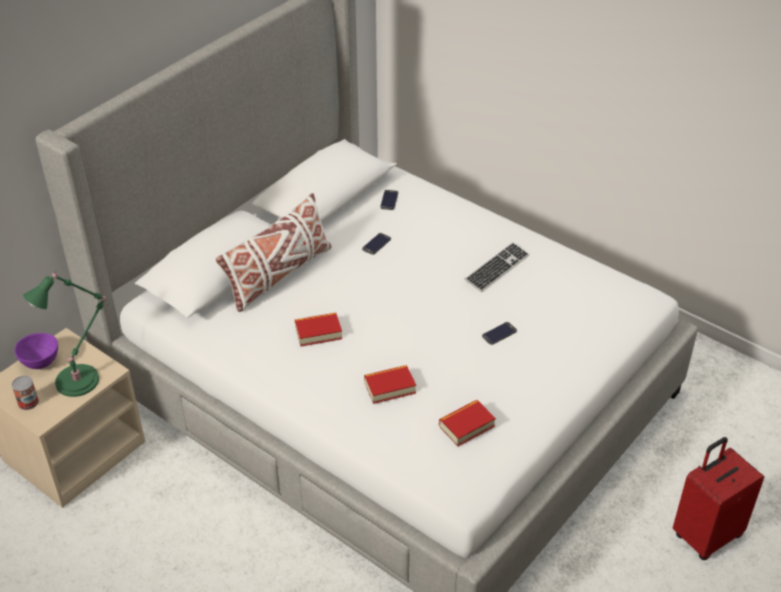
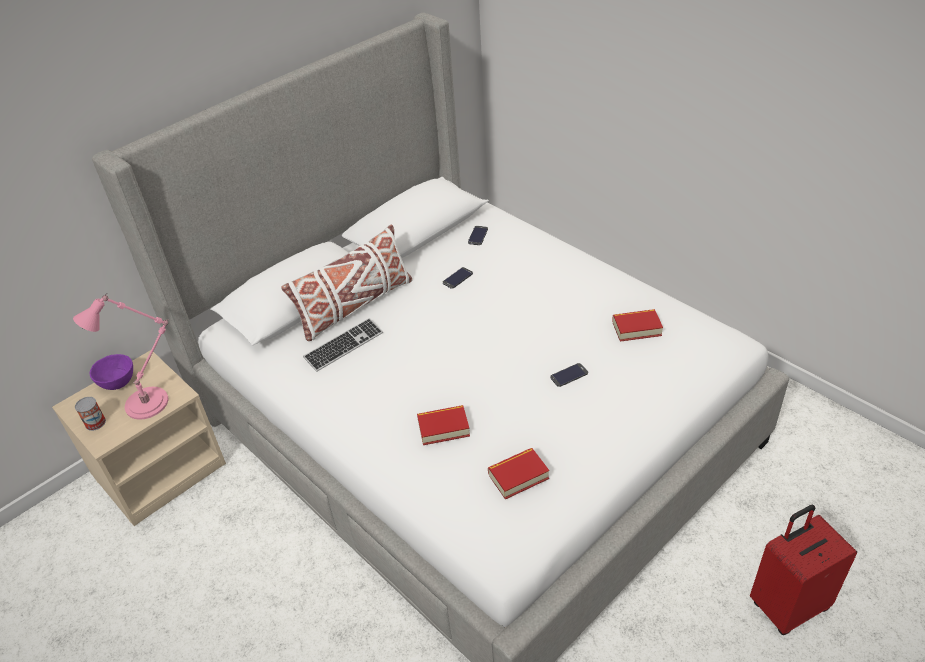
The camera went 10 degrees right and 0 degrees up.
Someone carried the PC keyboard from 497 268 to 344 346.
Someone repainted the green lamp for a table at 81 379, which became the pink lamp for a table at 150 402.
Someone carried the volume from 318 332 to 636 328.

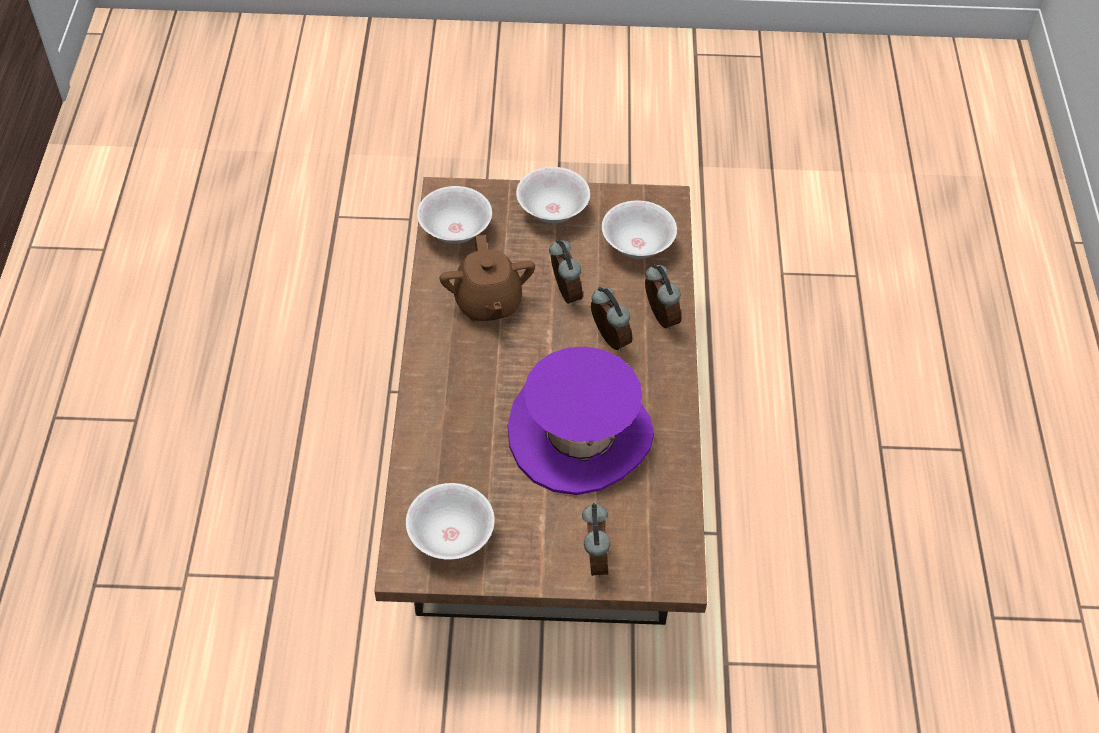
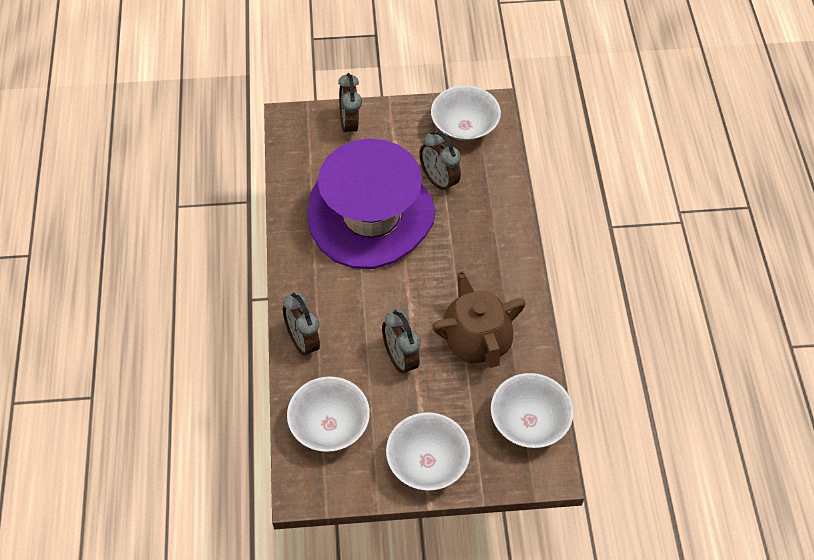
The camera went 175 degrees right and 5 degrees up.
Someone carried the alarm clock from 608 340 to 440 179.

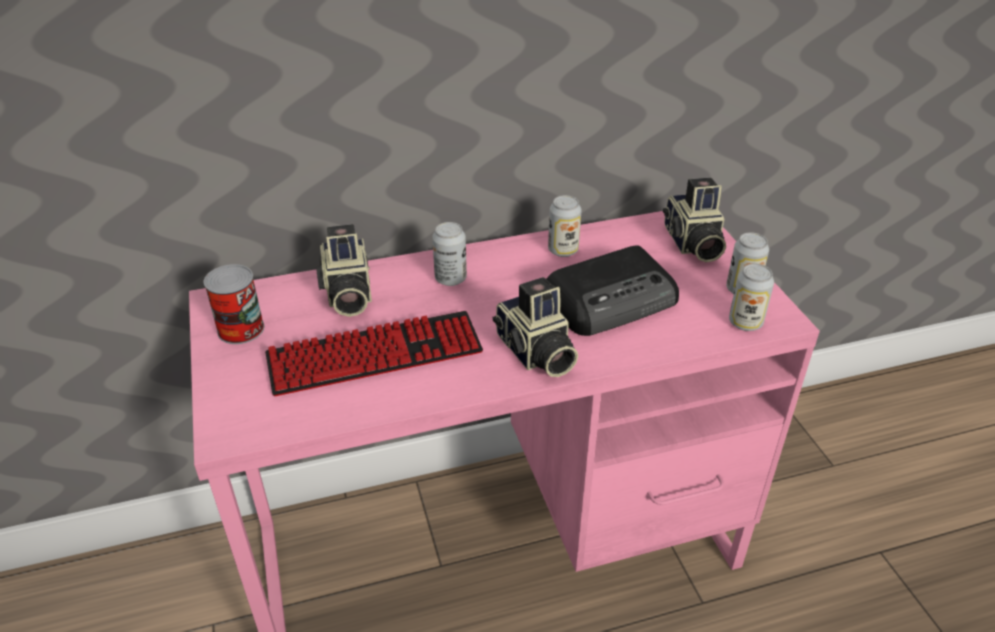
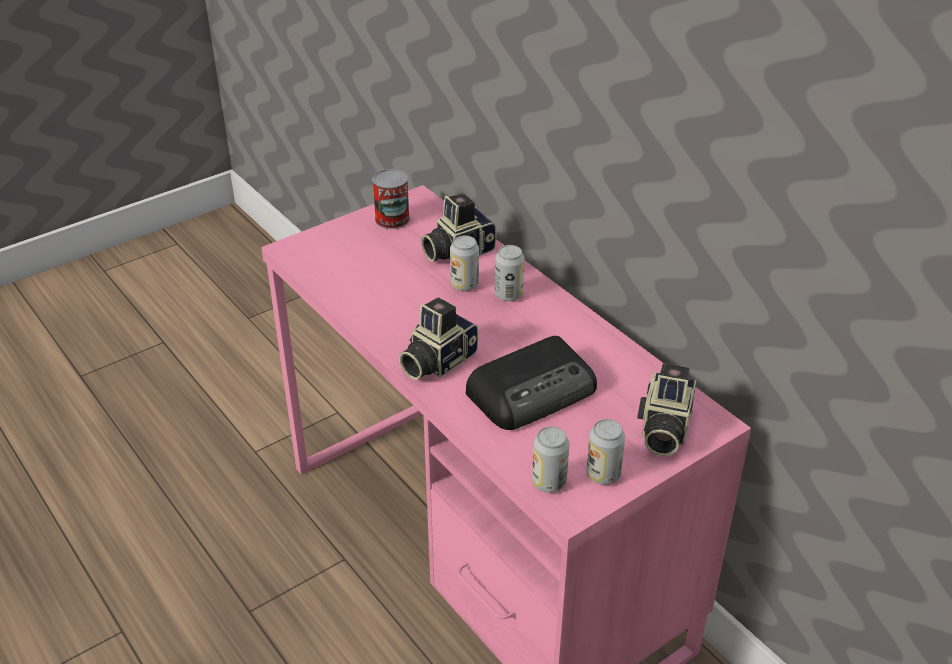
The camera went 70 degrees right and 0 degrees up.
Someone rotated the photo camera at 692 244 by 45 degrees counterclockwise.
Someone carried the sealed can from 563 250 to 464 285.
Someone rotated the radio set at 612 300 by 75 degrees counterclockwise.
Someone took away the PC keyboard at 375 355.

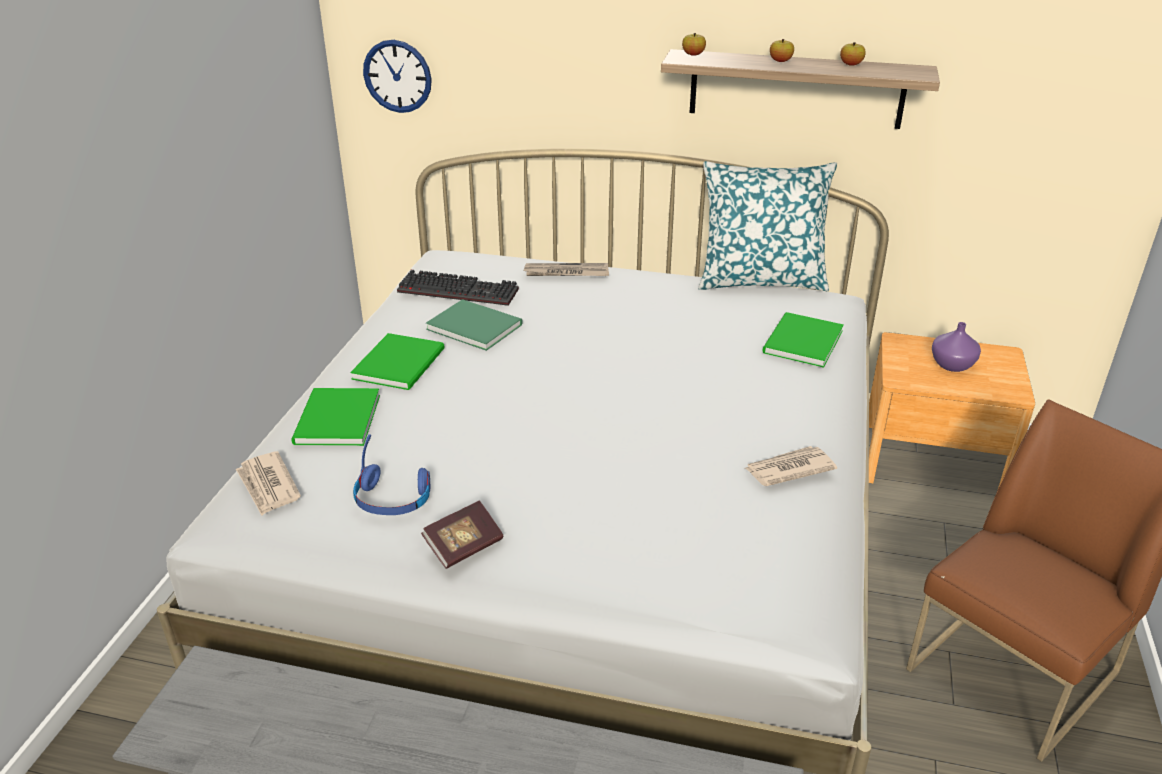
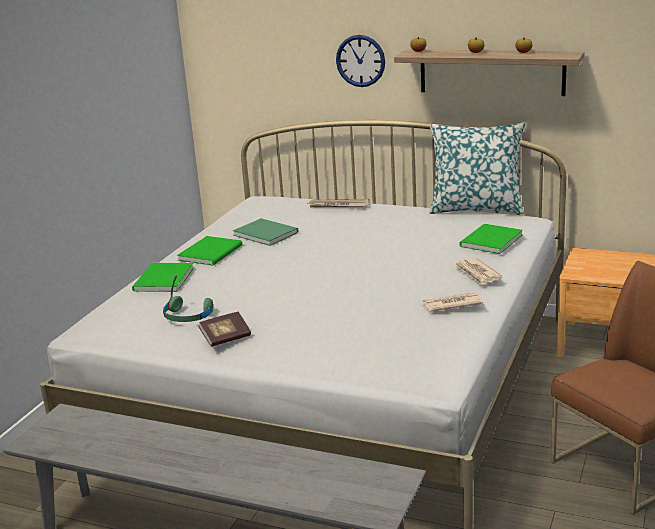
The camera went 10 degrees right and 10 degrees down.
Someone carried the wall clock from 397 76 to 360 61.
Someone took away the PC keyboard at 460 290.
Someone took away the purplish vase at 951 365.
Someone repainted the bluish headset at 393 499, which became the green headset at 188 316.
Someone carried the newspaper from 268 486 to 477 274.

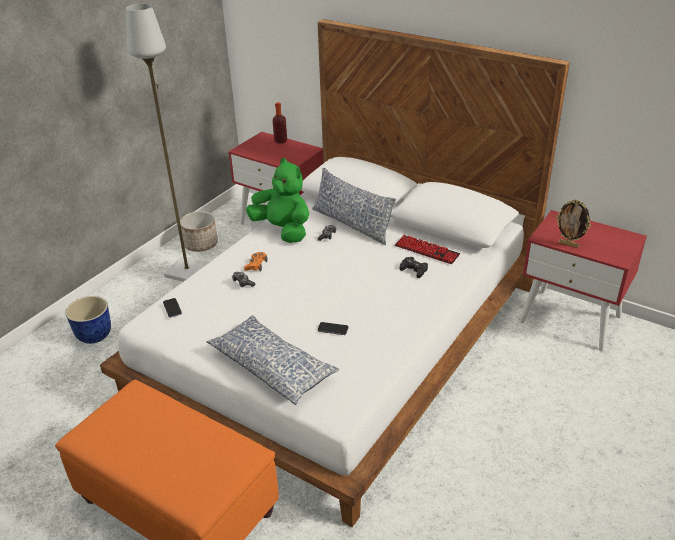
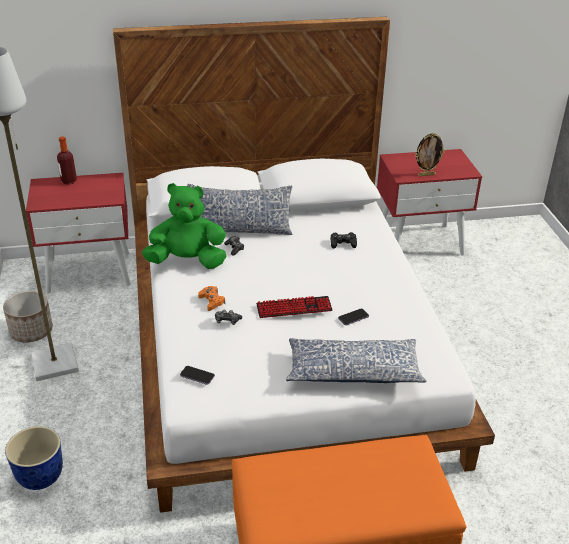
The camera went 45 degrees left and 0 degrees up.
Someone carried the PC keyboard from 426 250 to 294 308.

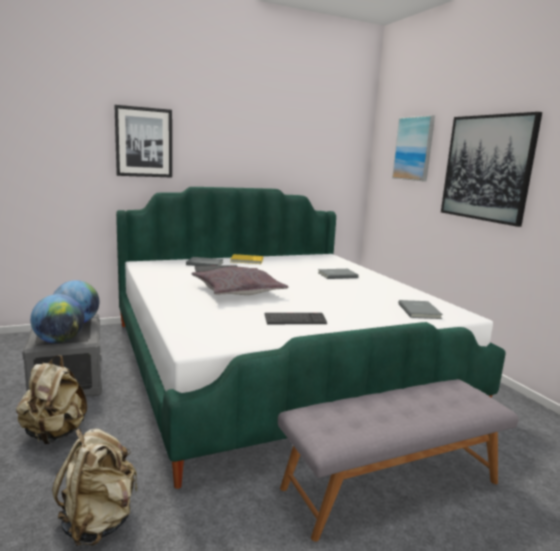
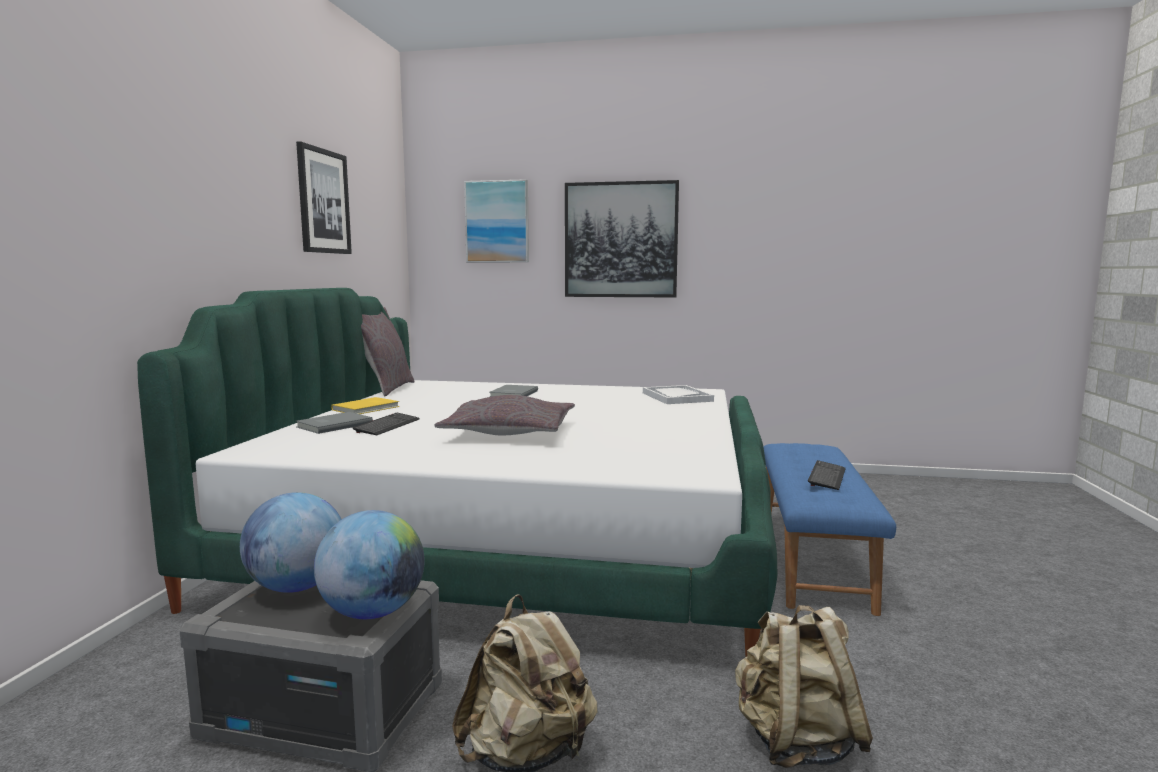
The camera went 55 degrees left and 5 degrees down.
Someone carried the picture from 144 142 to 323 201.
Someone swapped the gray volume at 420 311 for the white-coloured carrying tray at 676 397.
Someone carried the PC keyboard from 295 320 to 827 477.
Someone repainted the gray indoor bench at 391 484, which became the bluish indoor bench at 811 557.
Someone put down the gray cushion at 386 389.

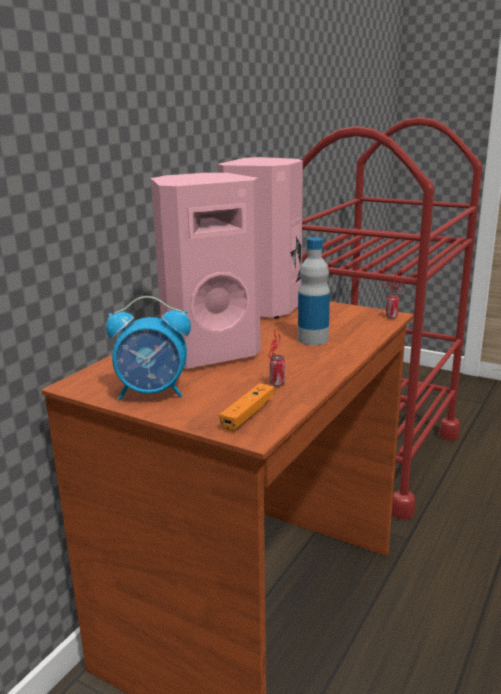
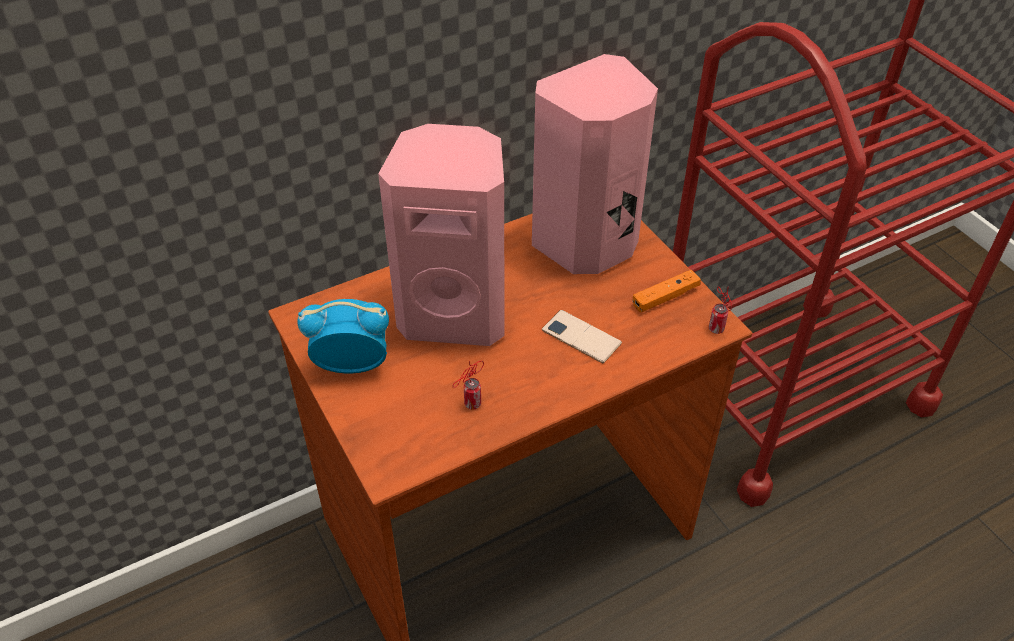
The camera went 30 degrees right and 25 degrees up.
Someone swapped the beverage bottle at 313 339 for the handset at 581 337.
Someone rotated the alarm clock at 153 393 by 150 degrees clockwise.
Someone carried the orangey joypad from 248 414 to 665 297.

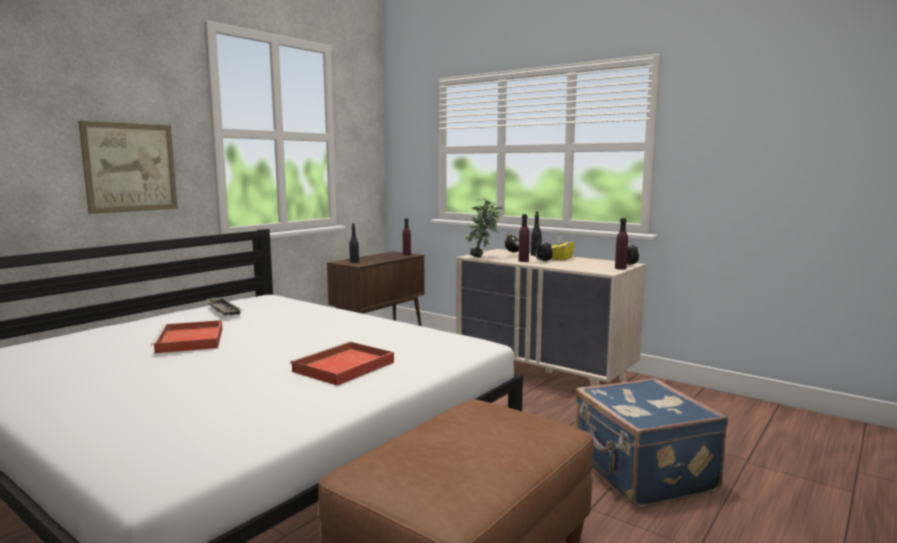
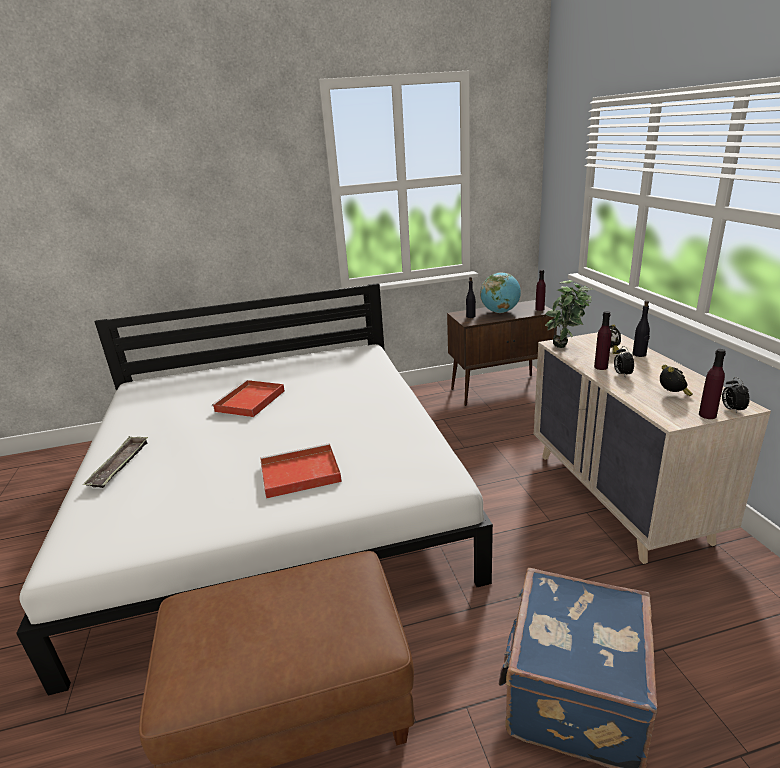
The camera went 40 degrees right and 15 degrees up.
Someone took away the picture at 130 167.
Someone took away the yellowish tissue holder at 560 258.
Someone carried the carrying tray from 224 310 to 120 465.
Someone put down the globe at 500 312.
Someone put down the alarm clock at 672 395.

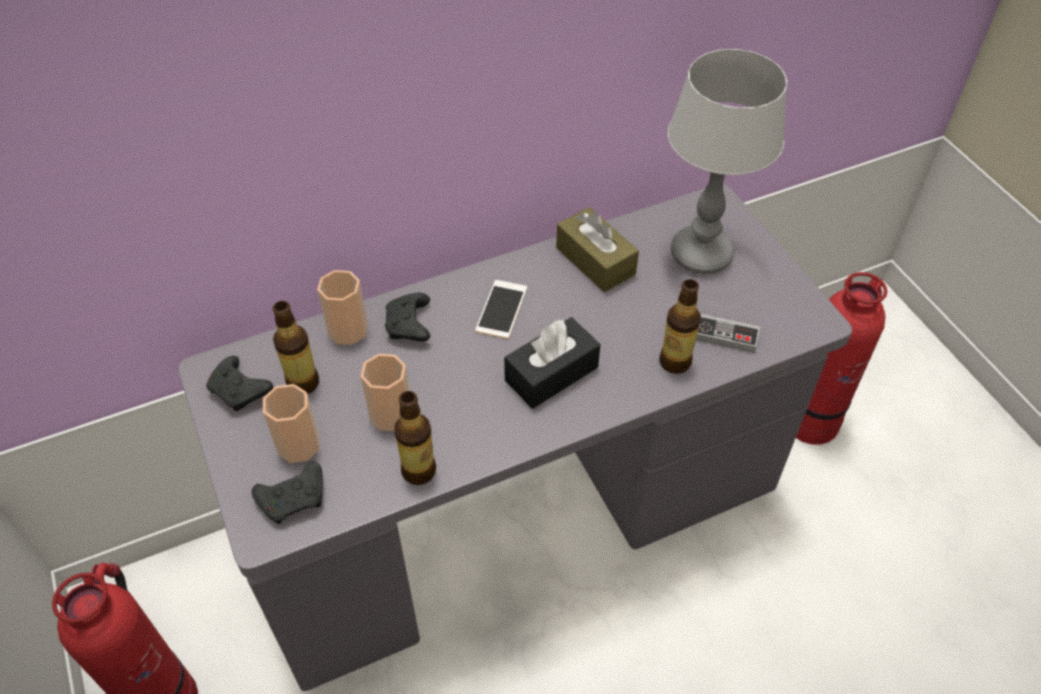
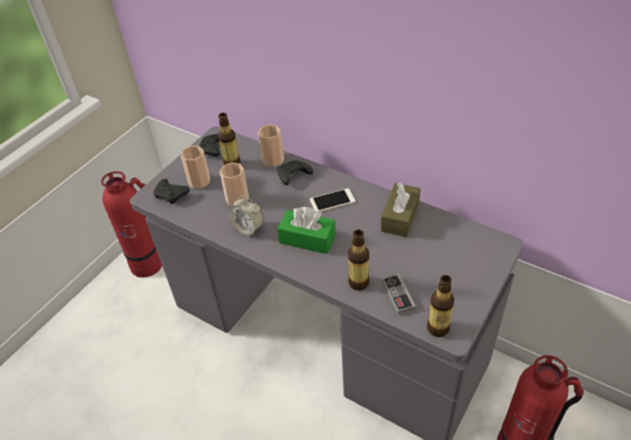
The camera went 60 degrees right and 5 degrees down.
Someone took away the lamp for a table at 701 255.
Someone repainted the black tissue holder at 551 373, which became the green tissue holder at 307 239.
Someone carried the beverage bottle from 419 471 to 438 328.
Someone put down the alarm clock at 248 229.

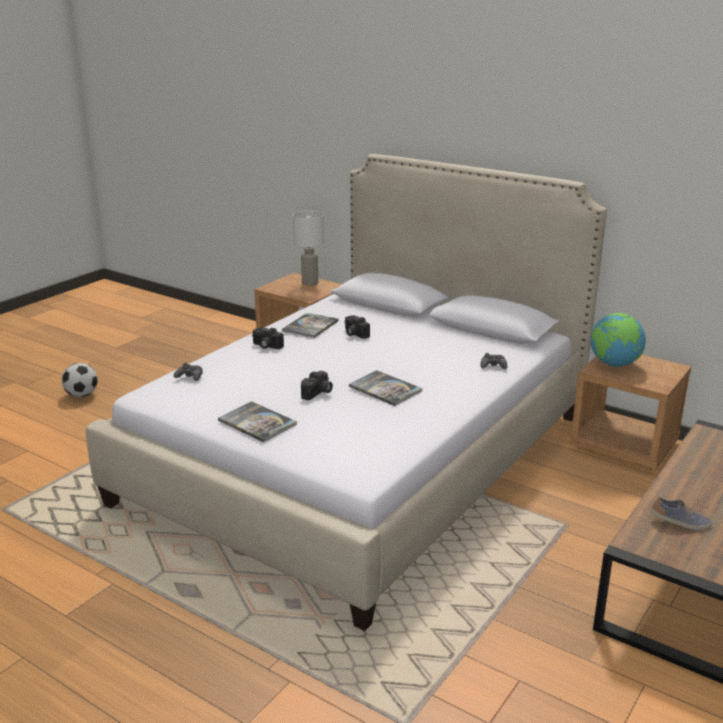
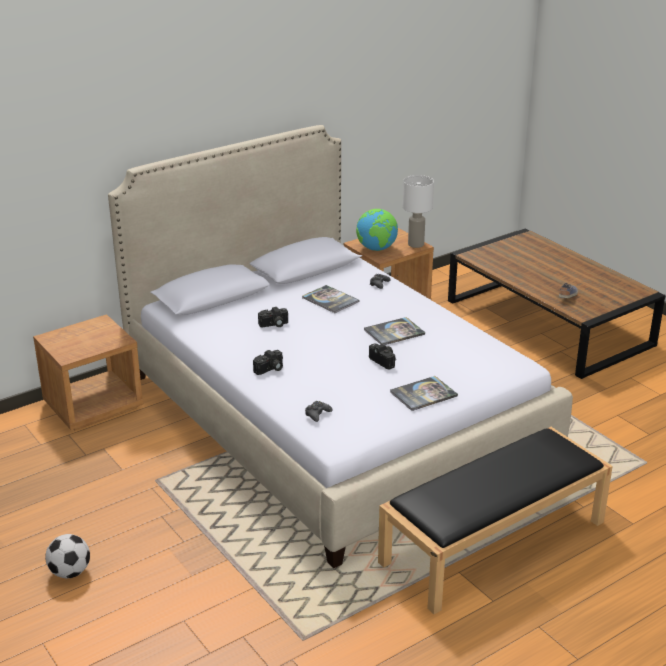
The camera went 70 degrees left and 5 degrees up.
Someone carried the white-coloured lamp for a table from 309 283 to 415 244.
Someone carried the volume from 310 326 to 330 300.
Someone put down the black indoor bench at 494 541.

